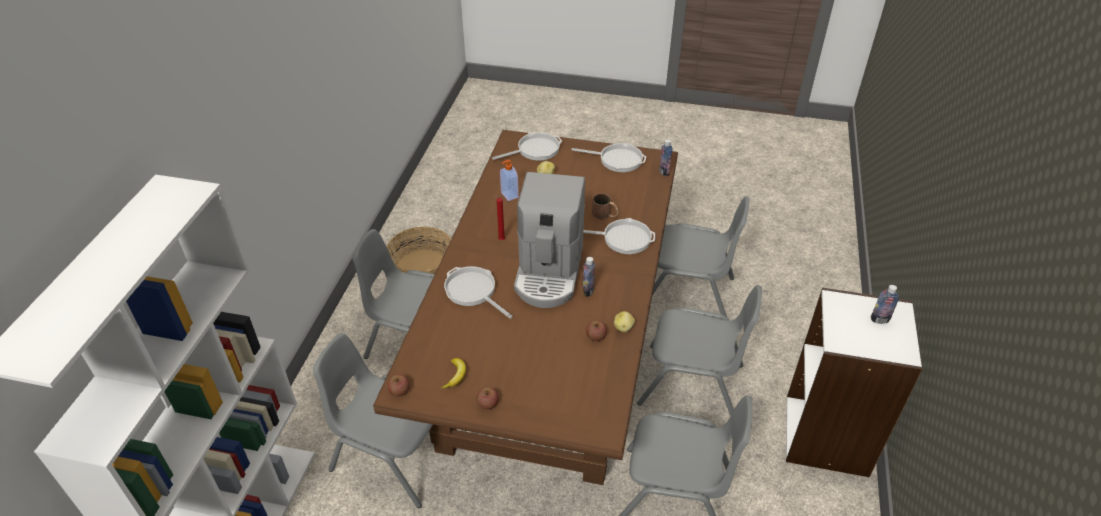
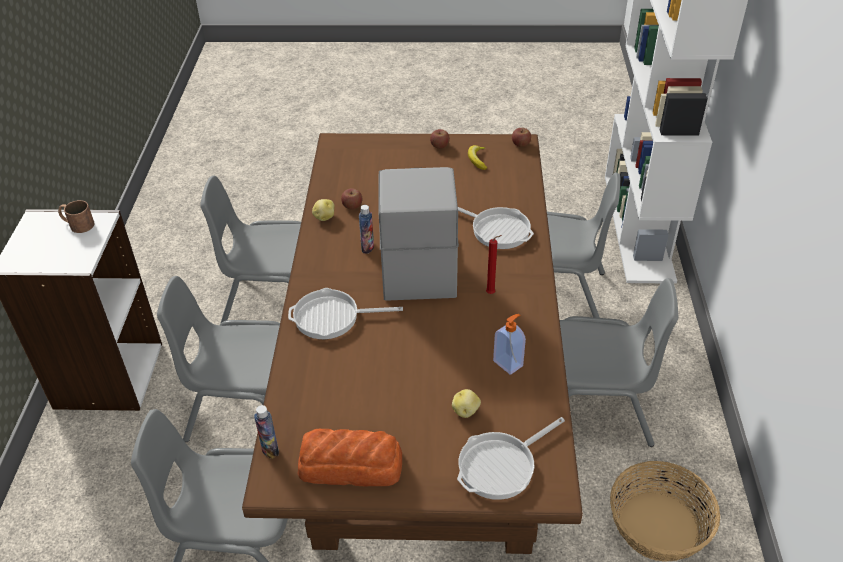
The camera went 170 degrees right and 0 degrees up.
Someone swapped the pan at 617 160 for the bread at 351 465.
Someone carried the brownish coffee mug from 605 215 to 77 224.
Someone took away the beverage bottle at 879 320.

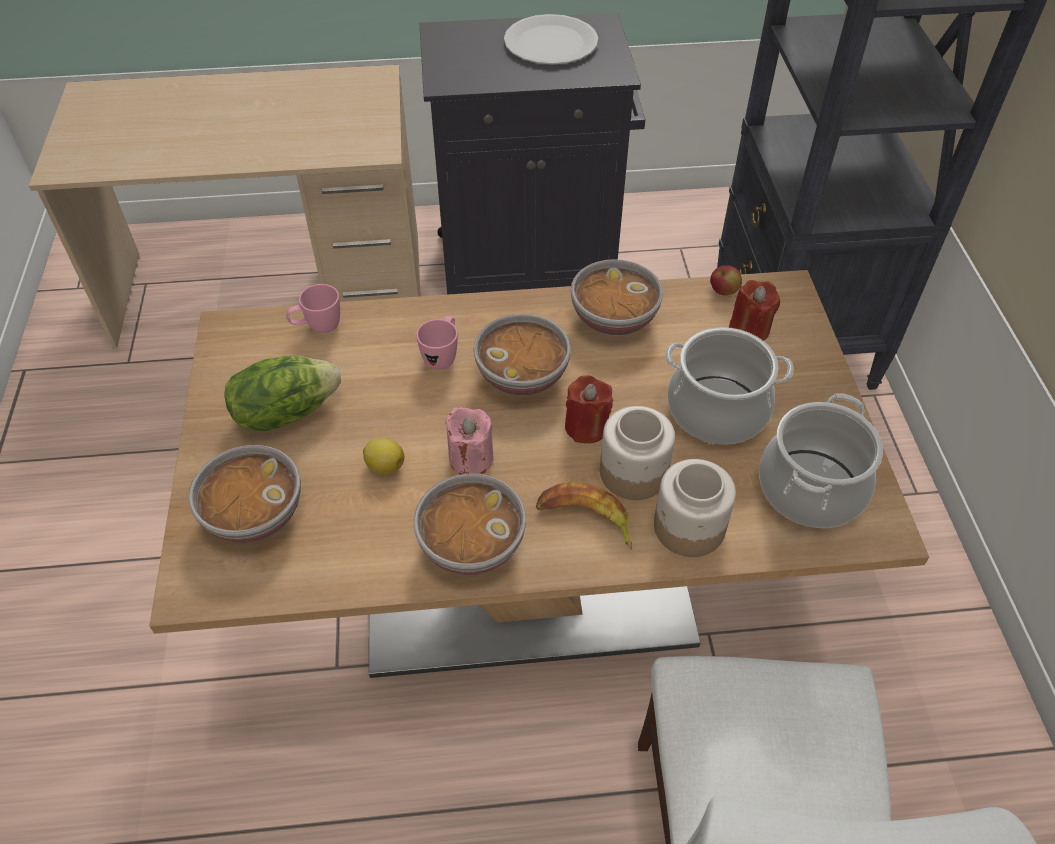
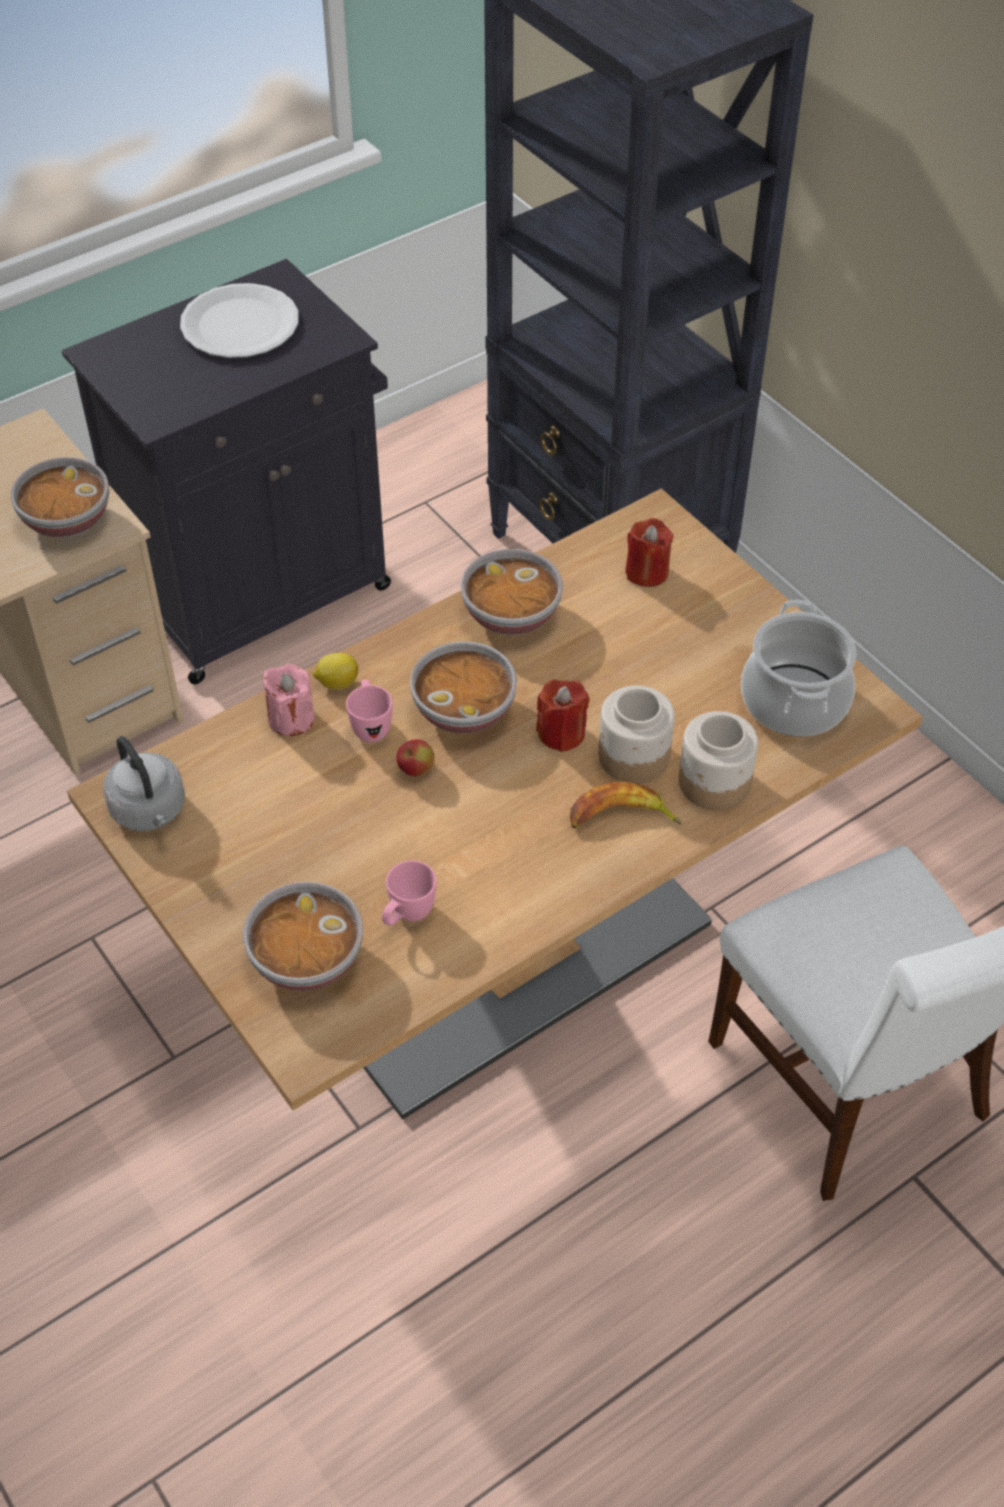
The camera went 30 degrees left and 0 degrees up.
Someone carried the apple fruit from 723 291 to 416 769.
Someone carried the pink coffee mug from 317 328 to 407 916.
Someone took away the stockpot at 717 411.
Someone took away the lettuce head at 285 411.
Someone carried the pink wax candle from 471 458 to 291 718.
Someone carried the lemon from 384 466 to 337 682.
Someone carried the deep dish from 470 544 to 66 520.
Someone put down the gray water kettle at 150 811.

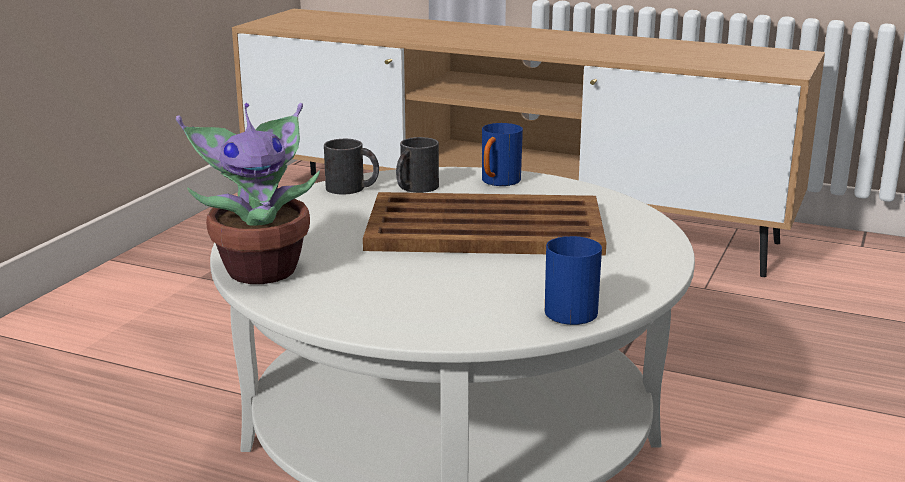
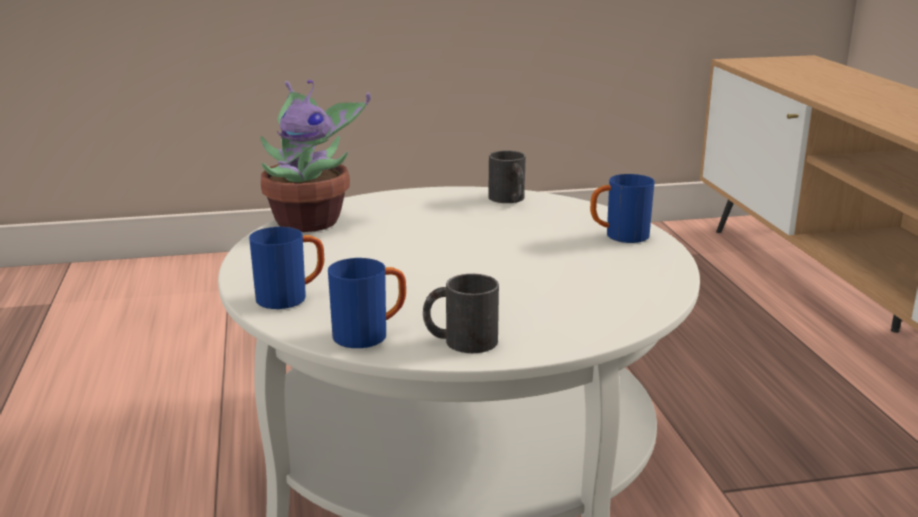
The camera went 55 degrees right and 0 degrees up.
Someone carried the black coffee mug from 414 188 to 460 341.
Someone took away the brownish carrying tray at 487 228.
Someone put down the bluish coffee mug at 291 298.

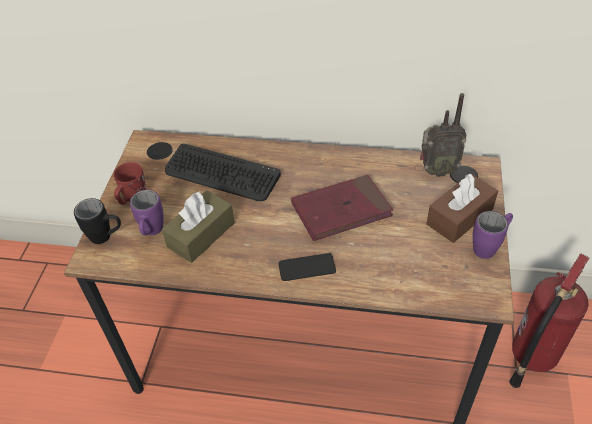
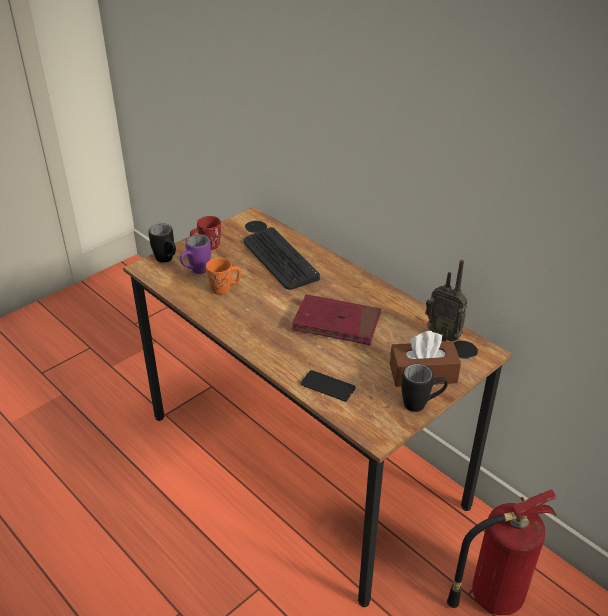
The camera went 35 degrees right and 10 degrees down.
Someone swapped the brownish tissue holder at 201 235 for the orangey coffee mug at 225 288.
Someone repainted the purplish coffee mug at 489 247, which became the black coffee mug at 421 404.
Someone carried the handset from 307 267 to 327 386.

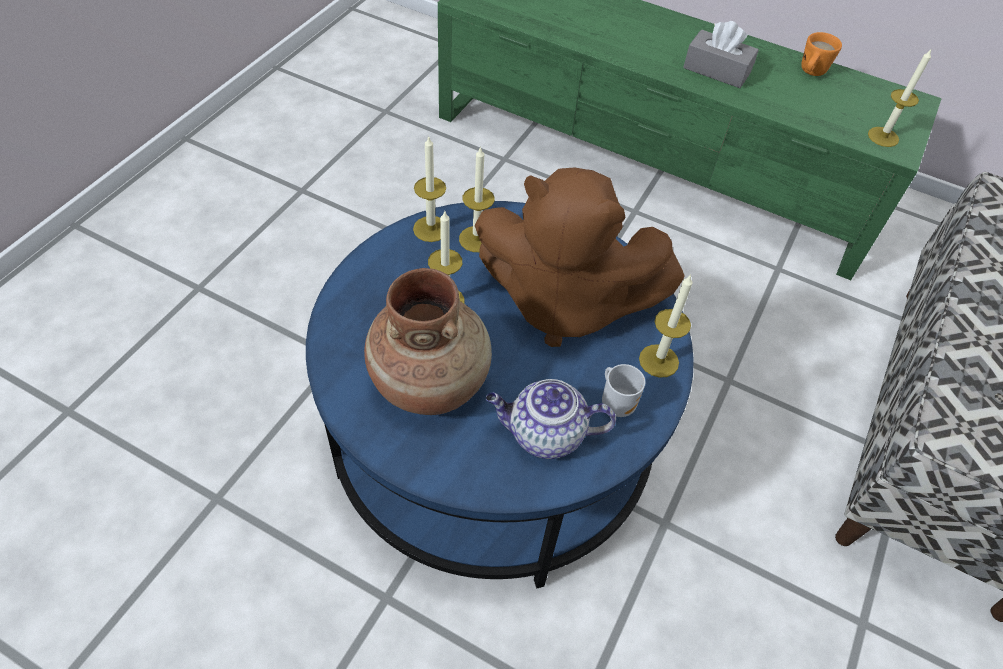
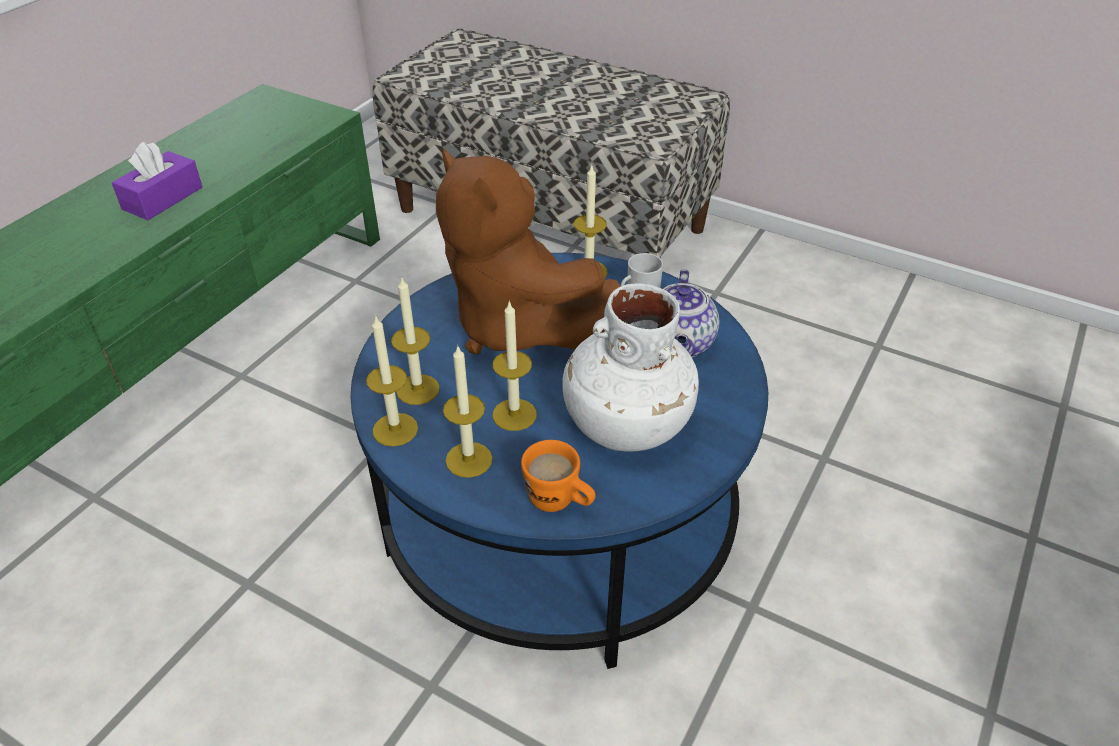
The camera went 85 degrees left and 10 degrees down.
Someone repainted the gray tissue holder at 716 70, which became the purplish tissue holder at 162 198.
Someone carried the orangey coffee mug from 810 73 to 560 502.
Someone carried the wax candle from 883 137 to 469 459.
Someone rotated the brownish plush toy at 564 303 by 120 degrees clockwise.
Someone repainted the brownish vase at 430 380, which became the white-coloured vase at 625 424.

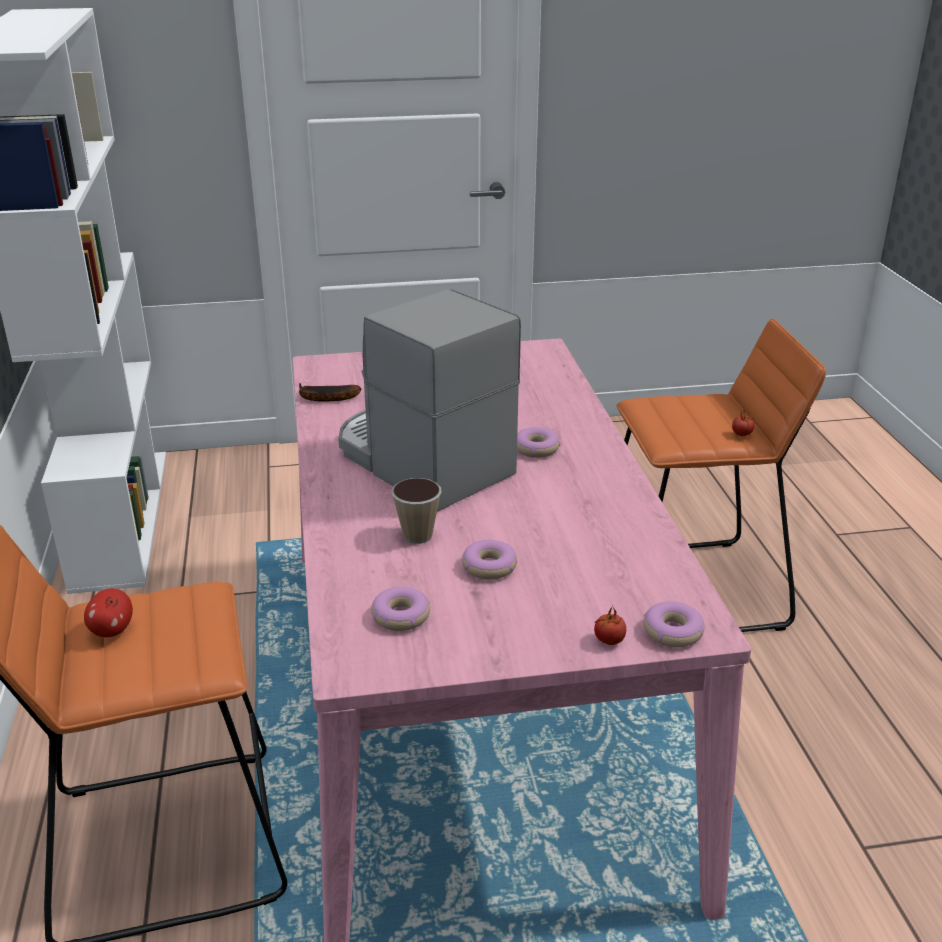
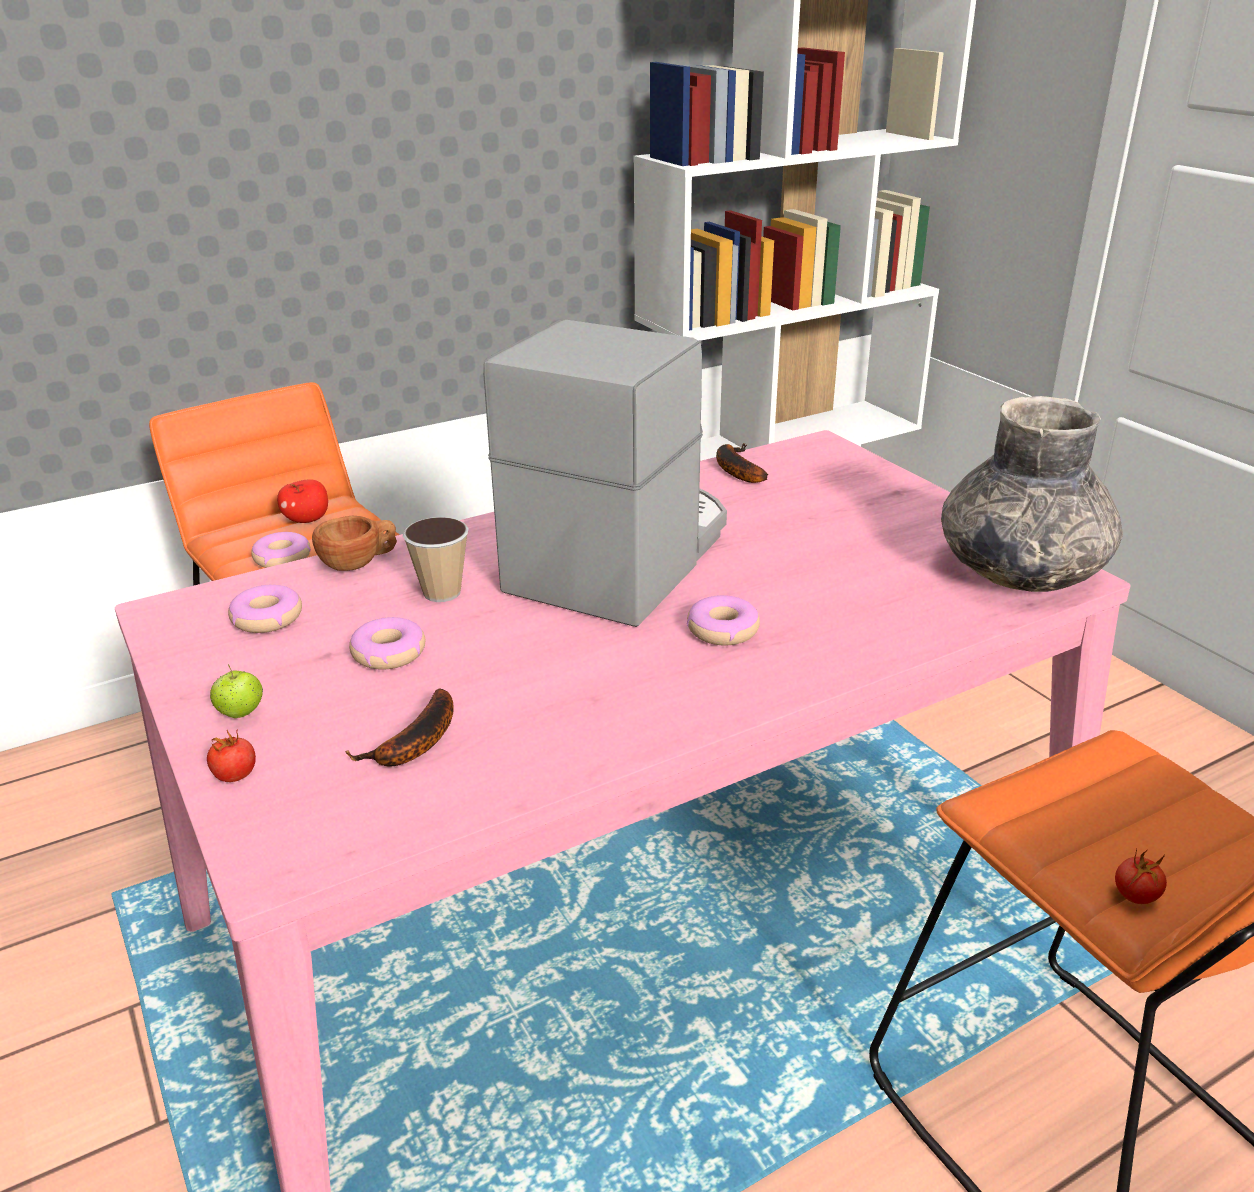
The camera went 70 degrees right and 0 degrees up.
Someone carried the ring doughnut from 673 631 to 282 558.
Someone put down the gray vase at 1019 571.
Someone put down the brownish drinking cup at 359 563.
Someone put down the apple fruit at 241 714.
Someone put down the banana fruit at 415 744.

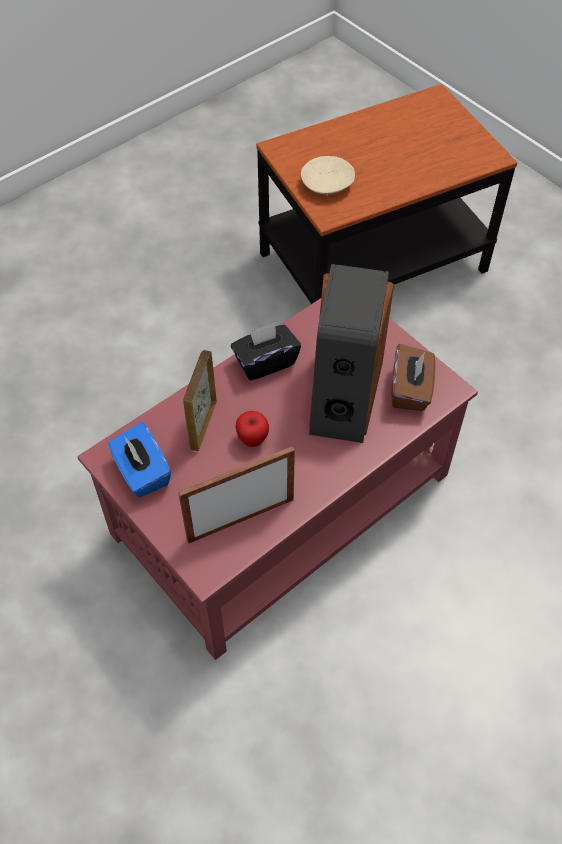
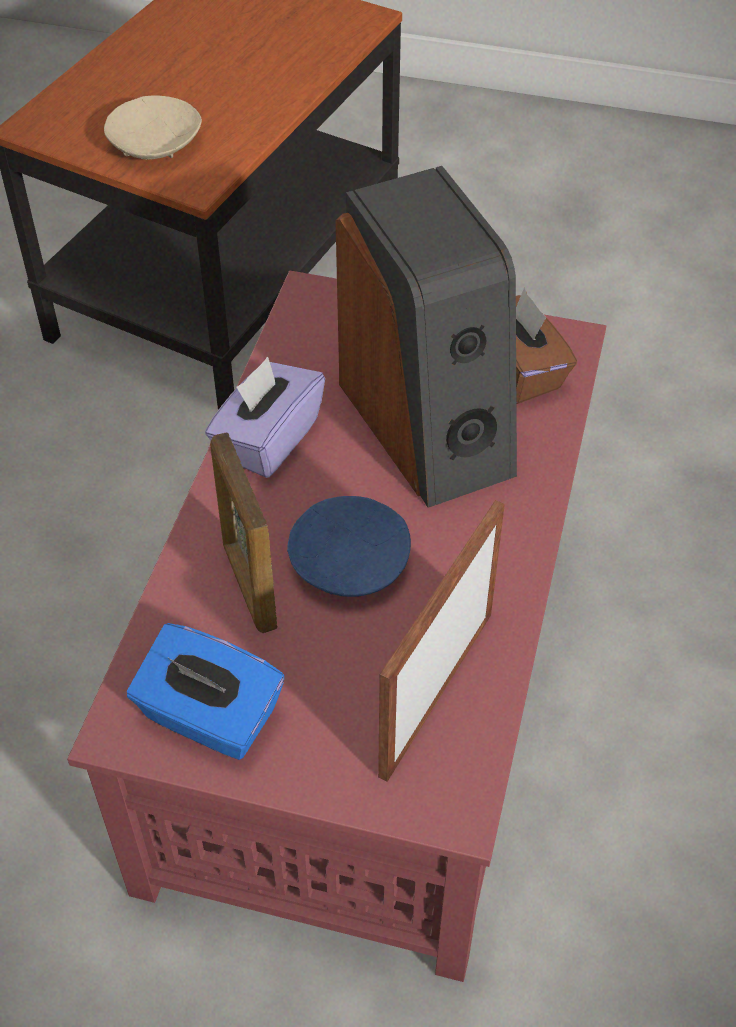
The camera went 35 degrees left and 5 degrees down.
Someone repainted the black tissue holder at 265 362, which became the purplish tissue holder at 267 440.
Someone swapped the apple fruit at 252 439 for the bluish deep dish at 348 562.

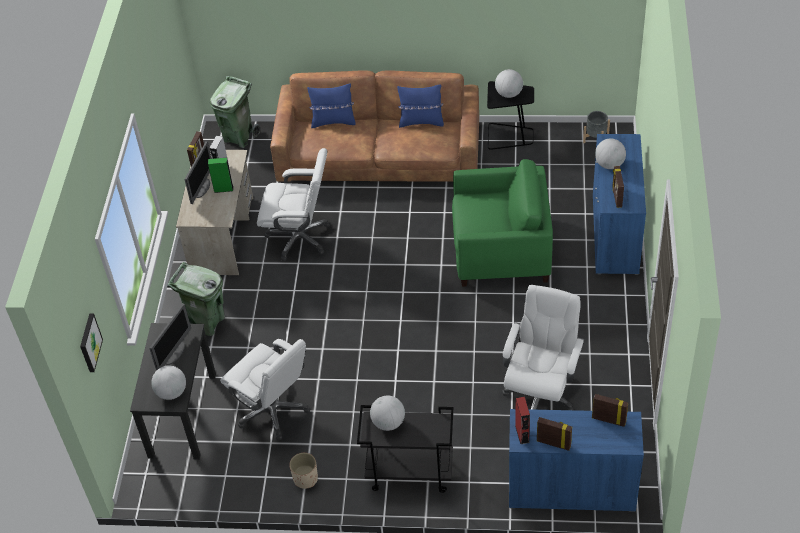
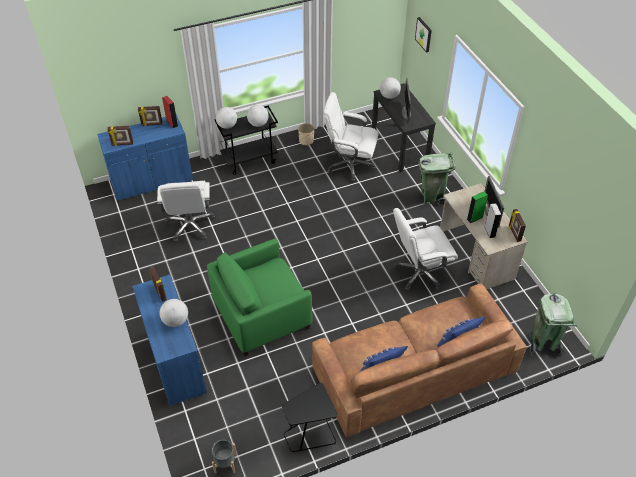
The camera went 150 degrees right and 0 degrees up.
Someone carried the globe from 509 94 to 227 126.

